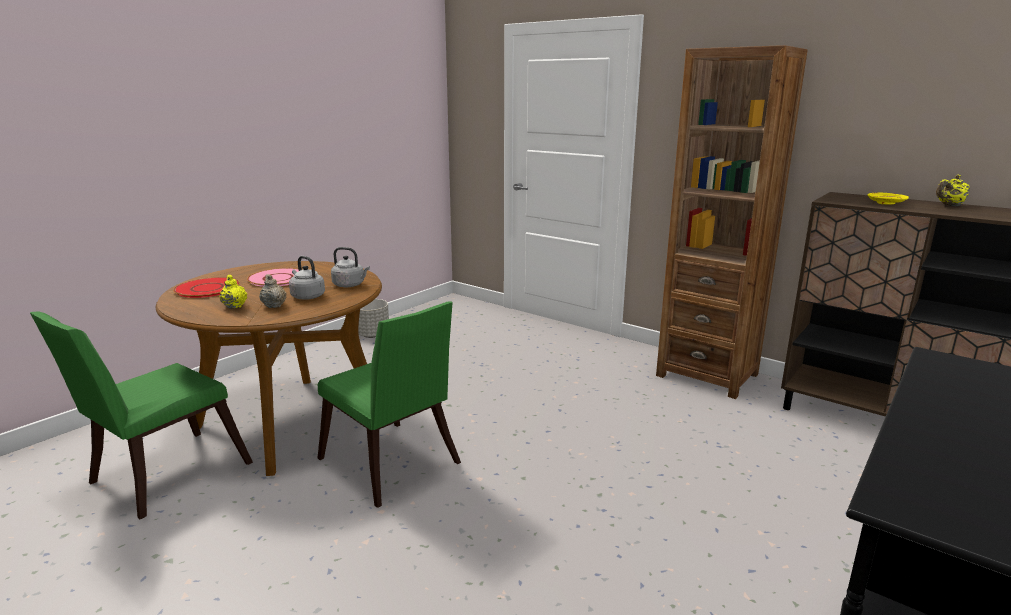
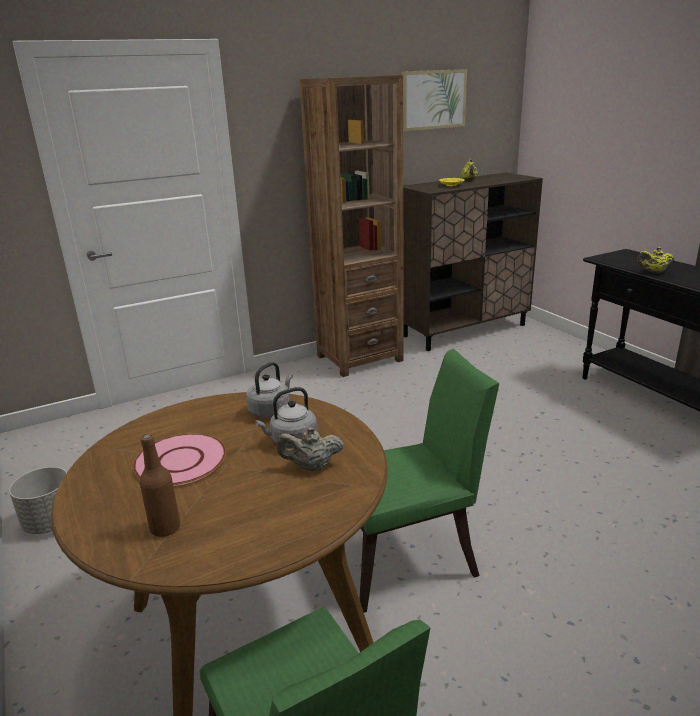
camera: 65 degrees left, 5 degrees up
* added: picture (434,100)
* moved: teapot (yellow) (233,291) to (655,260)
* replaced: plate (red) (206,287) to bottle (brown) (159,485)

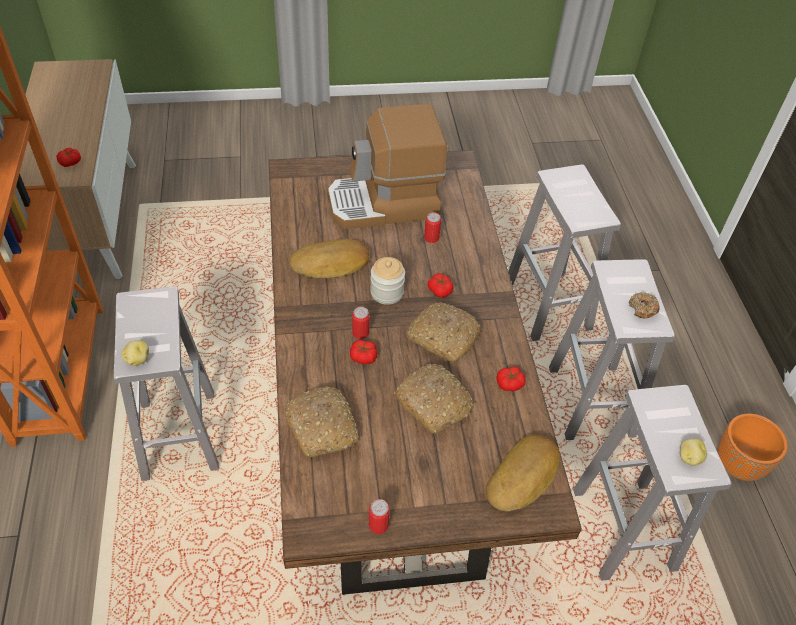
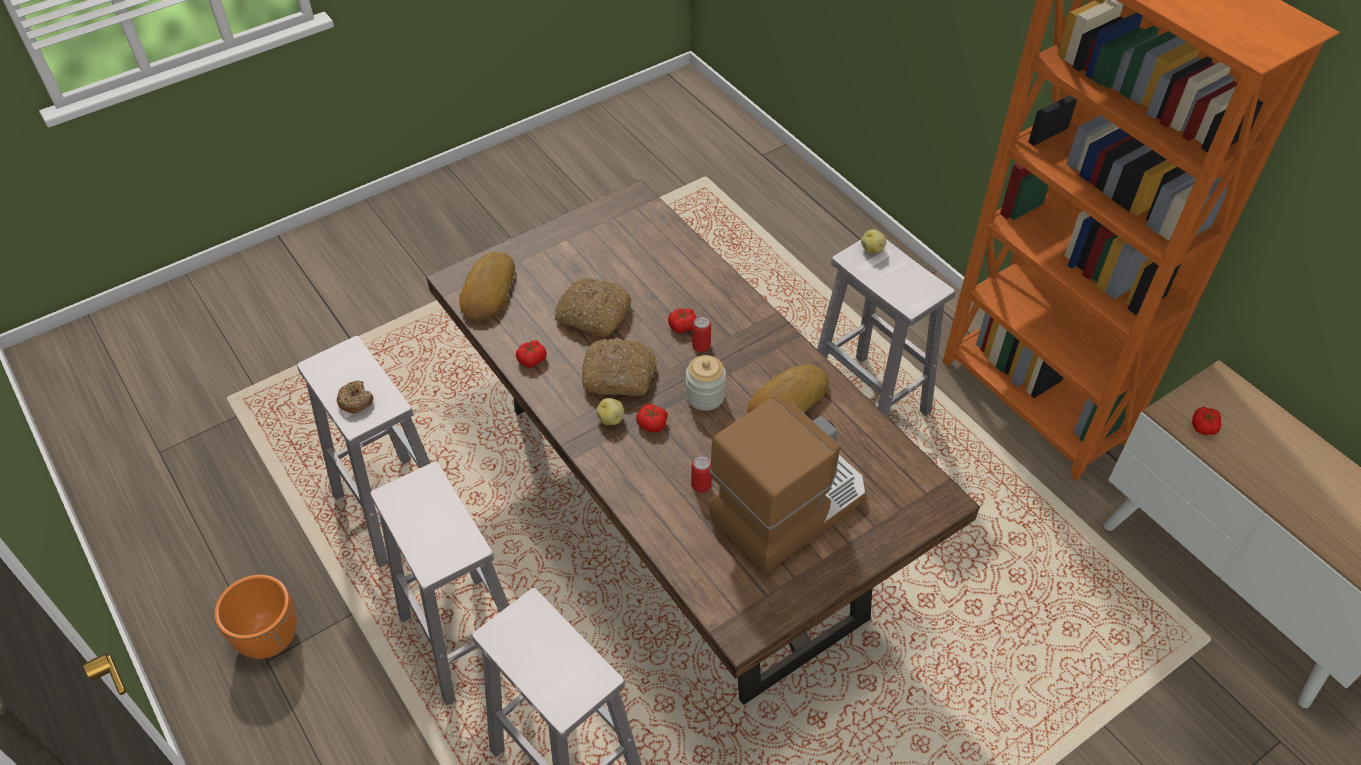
camera: 155 degrees right, 0 degrees up
* removed: bread (322,421)
* removed: can (379,516)
* moved: donut (644,305) to (355,396)
* moved: potato (693,452) to (610,412)

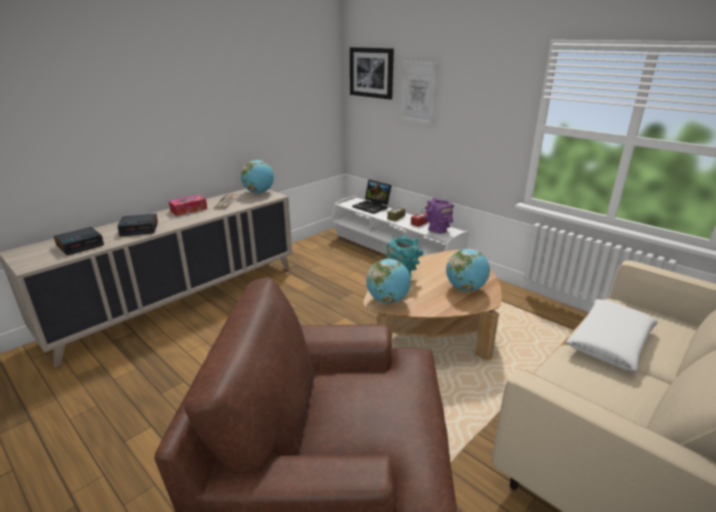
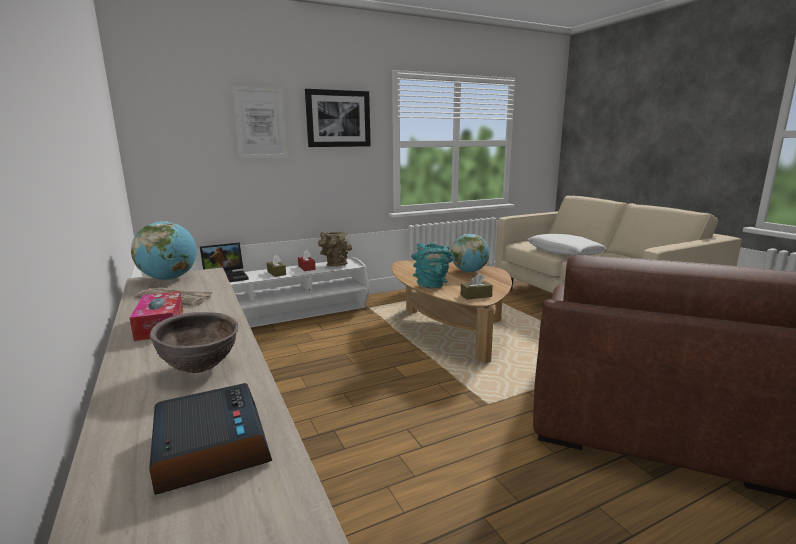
camera: 70 degrees left, 10 degrees down
* moved: picture (372,73) to (338,118)
* replaced: alarm clock (138,224) to bowl (brown) (194,342)
* replaced: globe (388,281) to tissue box (brown) (477,286)
* recoloured: vase (purple) (439,216) to vase (brown) (335,249)

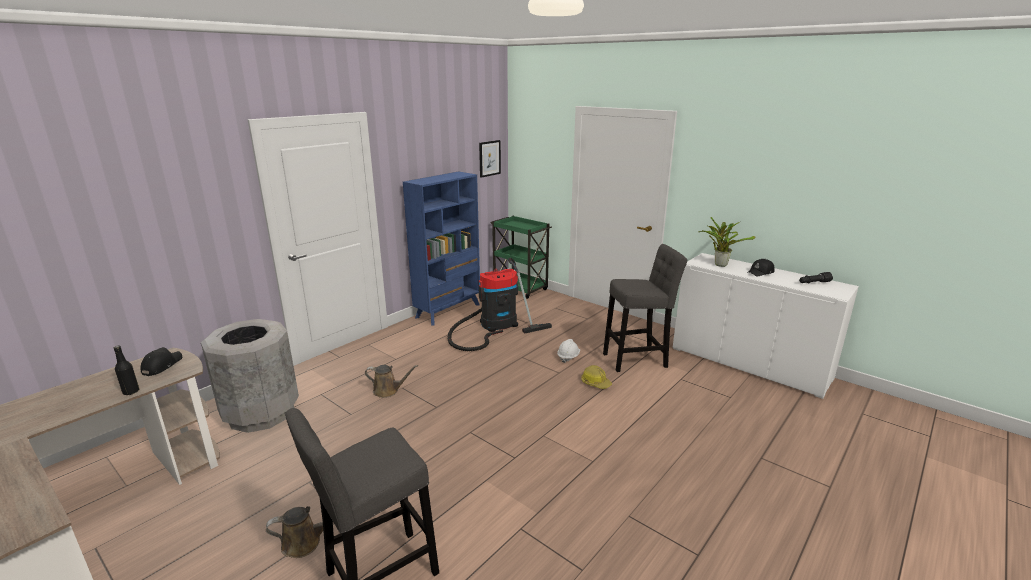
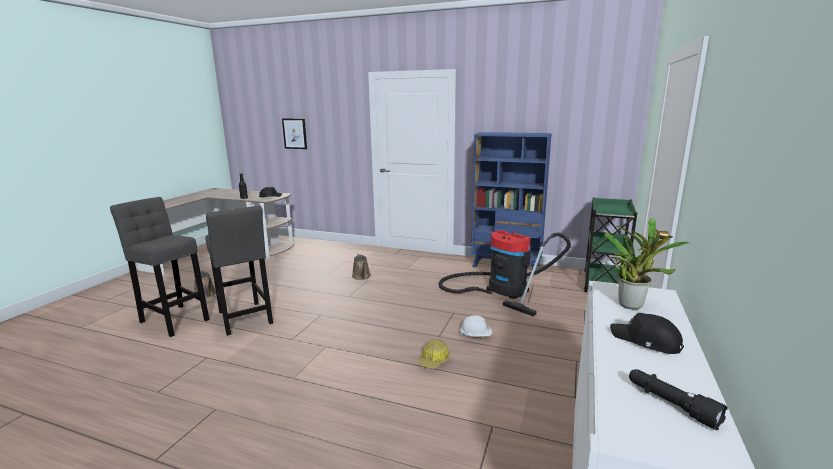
camera: 70 degrees right, 5 degrees down
* removed: trash can (grey) (250,376)
* moved: picture (490,159) to (294,134)
* moved: stool (grey) (645,308) to (239,270)

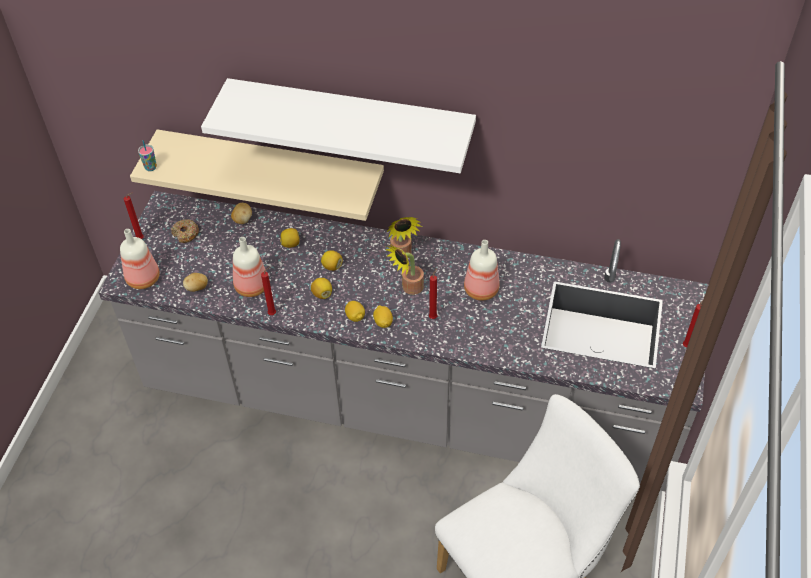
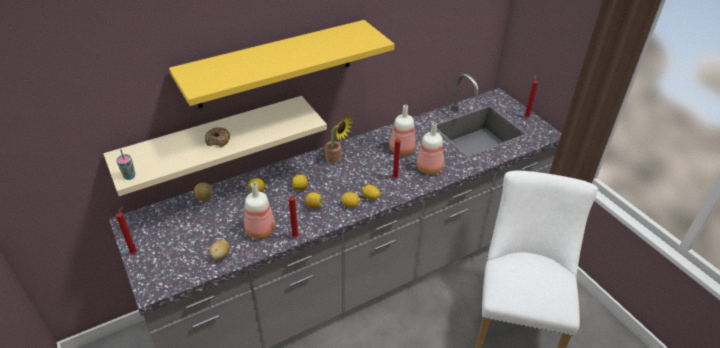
camera: 45 degrees left, 10 degrees down
* removed: potted plant (405,269)
* moved: bottle (140,259) to (430,148)
* moved: donut (185,231) to (217,137)
* recoloured: shelf (white) (338,125) to shelf (yellow) (282,64)

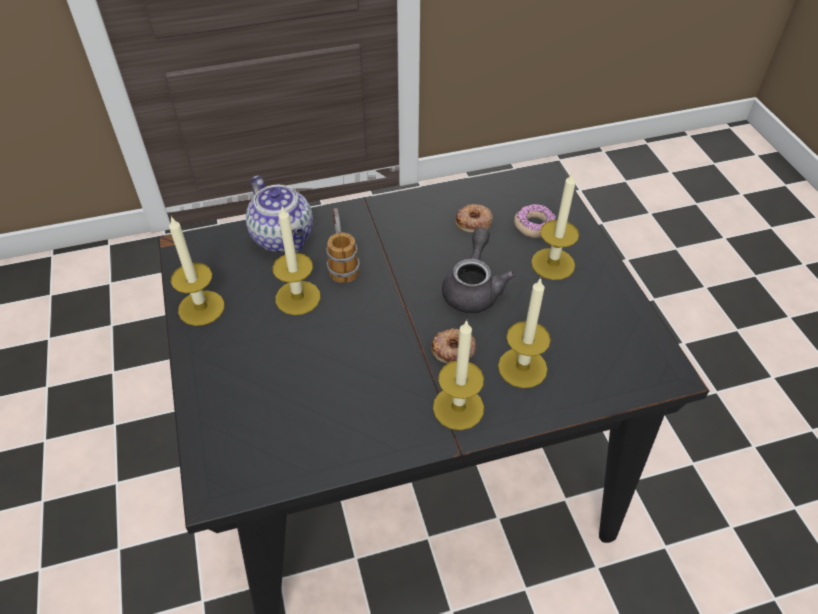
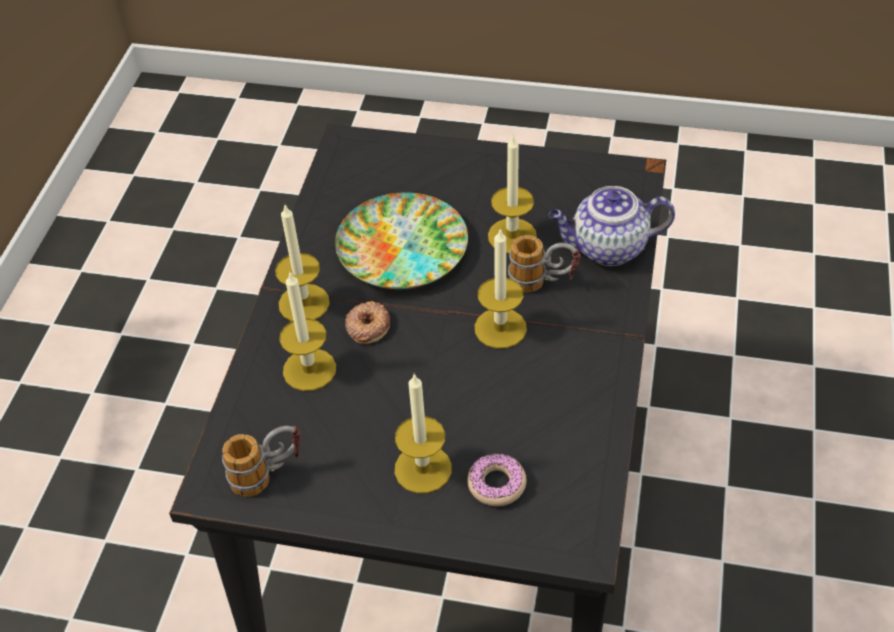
camera: 120 degrees right, 0 degrees up
* removed: teapot (grey) (478,270)
* removed: donut (474,218)
* added: mug (262,461)
* added: plate (401,240)
* moved: candle (197,271) to (501,288)

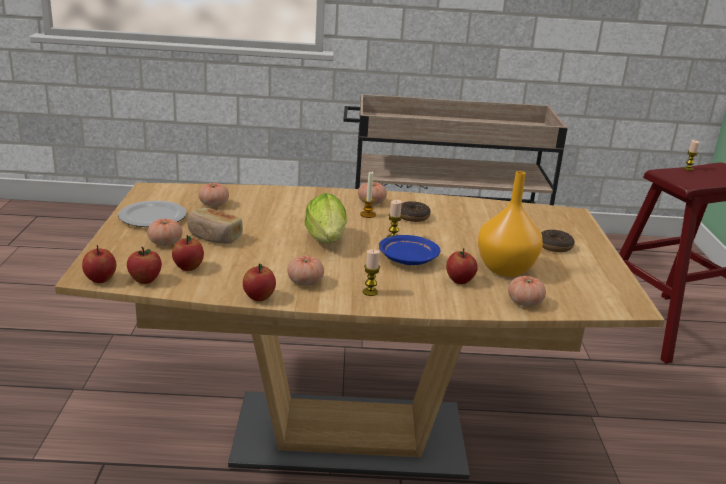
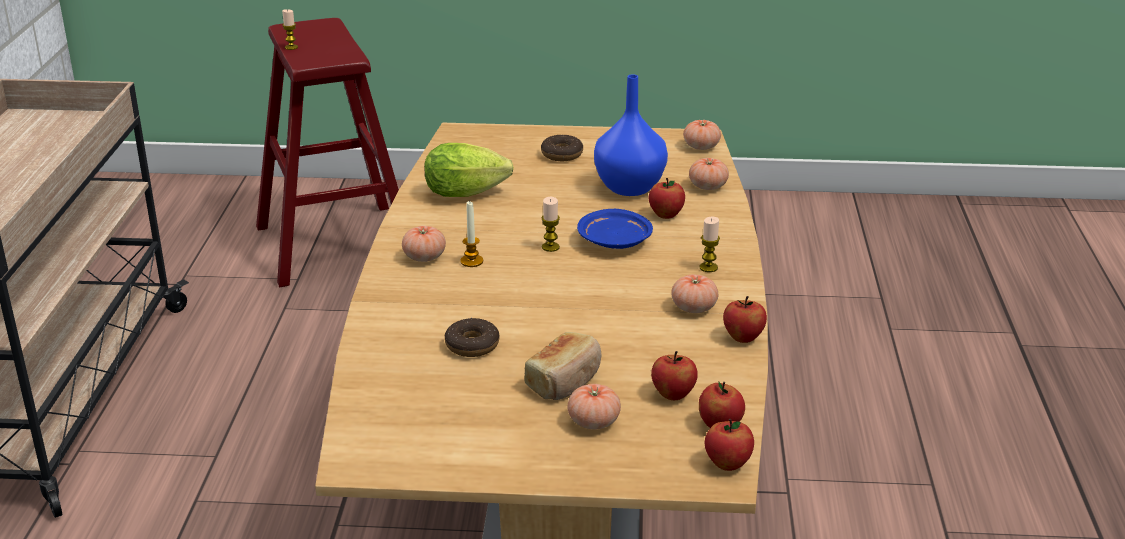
camera: 85 degrees left, 5 degrees up
* removed: plate (152,214)
* moved: tomato (213,195) to (702,135)
* moved: lettuce (326,218) to (469,170)
* moved: donut (416,211) to (472,337)
* recoloured: vase (orange) (510,224) to vase (blue) (631,135)

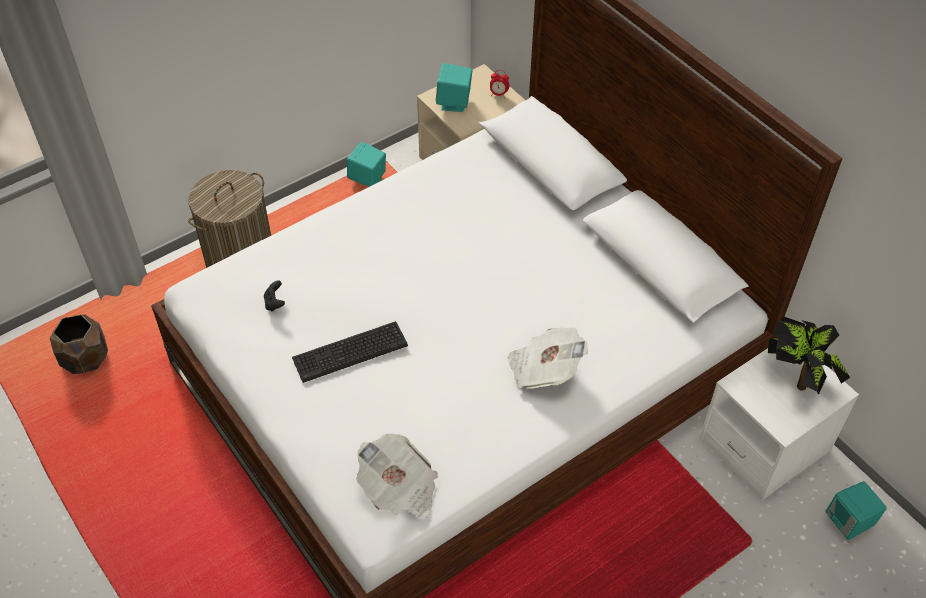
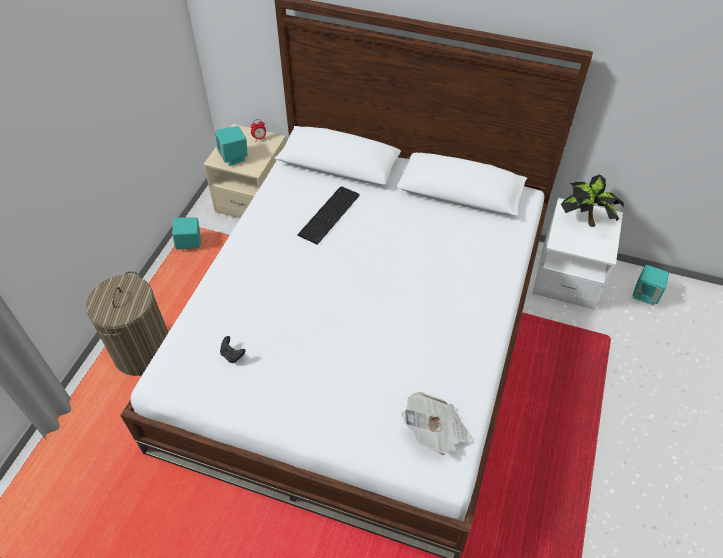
camera: 35 degrees left, 0 degrees up
* removed: planter (brown) (79,344)
* removed: newspaper (547,358)
* moved: keyboard (350,352) to (328,215)

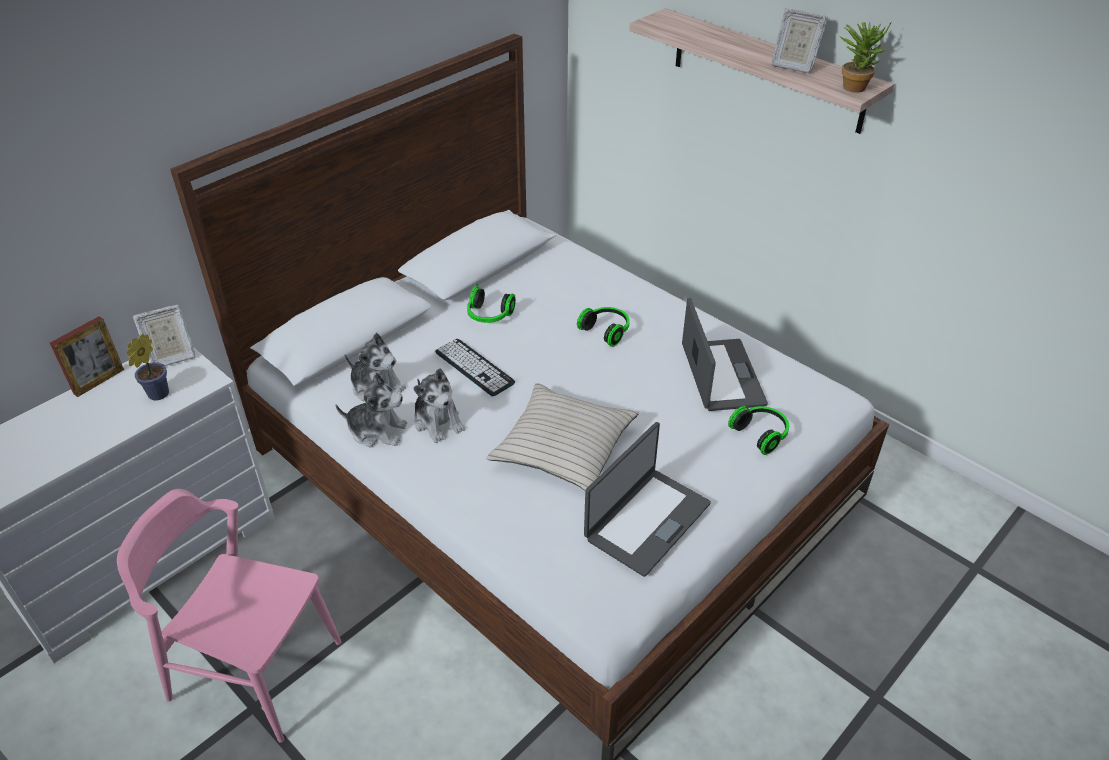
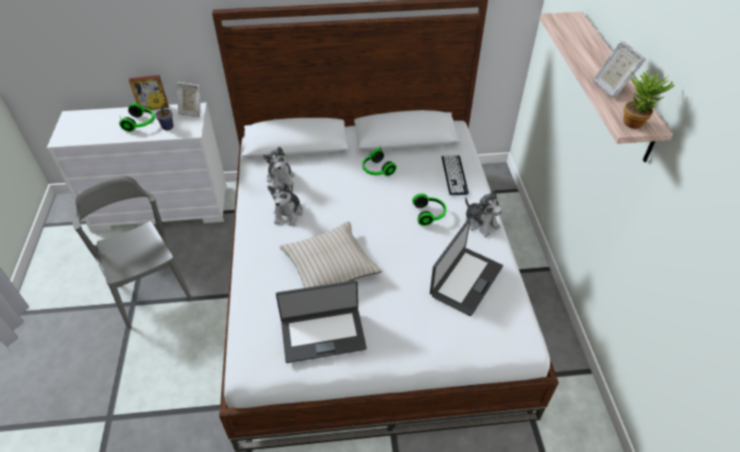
camera: 40 degrees right, 5 degrees up
* moved: plush toy (371,410) to (483,213)
* moved: keyboard (475,367) to (455,175)
* moved: headphones (758,430) to (137,117)
* recoloured: chair (pink) (229,616) to chair (grey) (132,251)

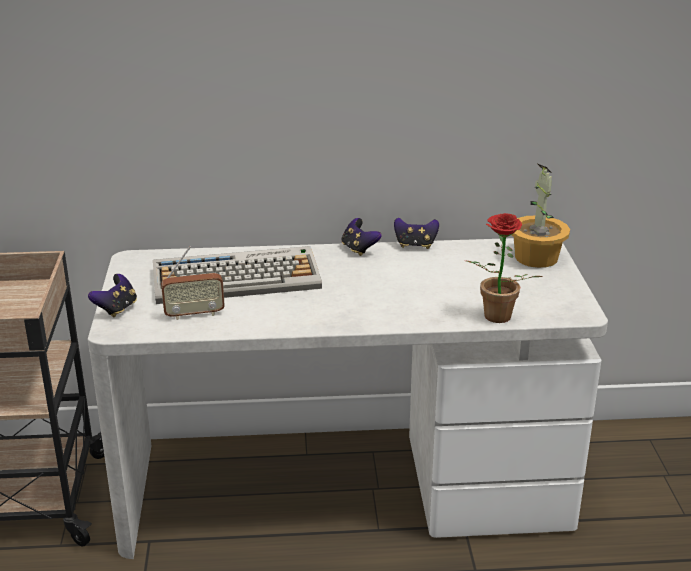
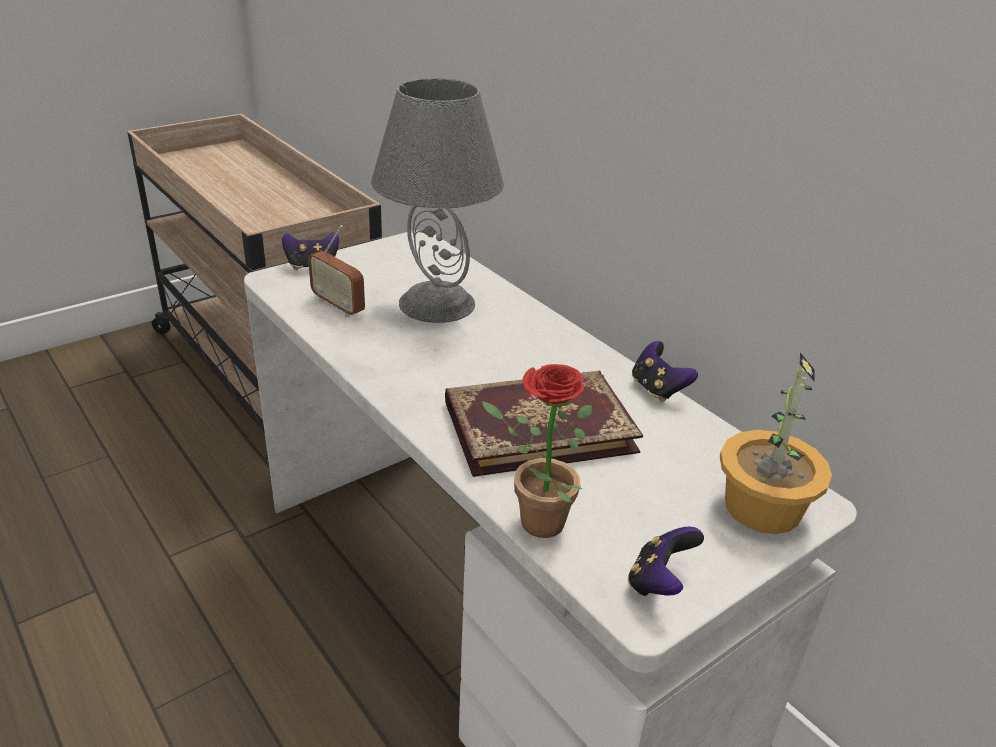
camera: 55 degrees right, 5 degrees up
* added: book (544,424)
* moved: game controller (361,237) to (666,561)
* replaced: keyboard (237,275) to table lamp (grey) (437,200)

